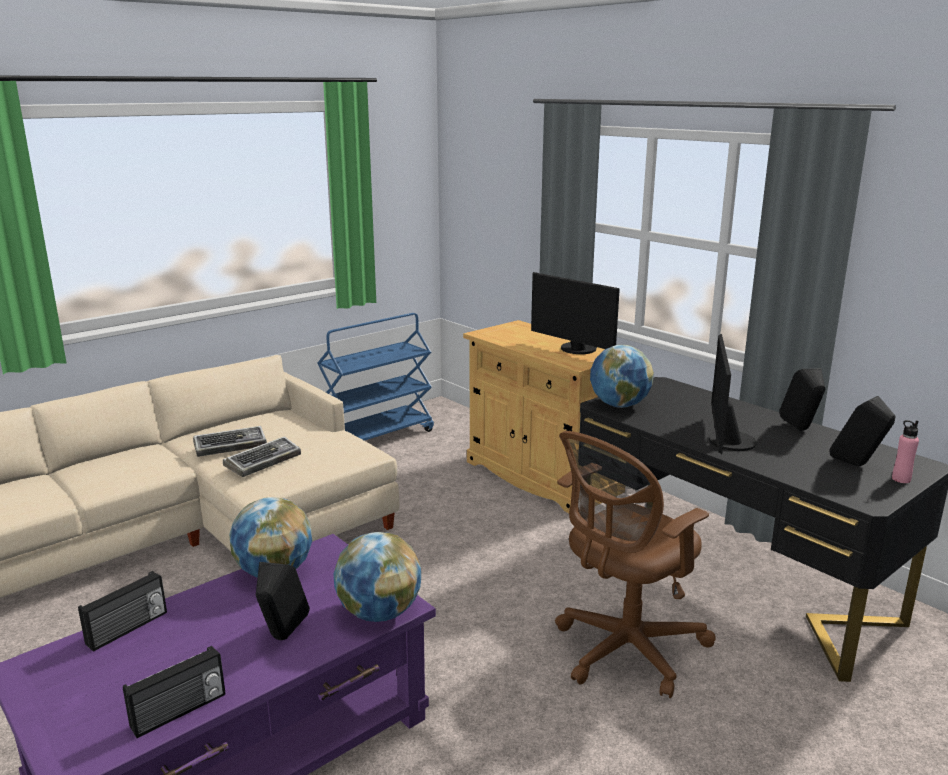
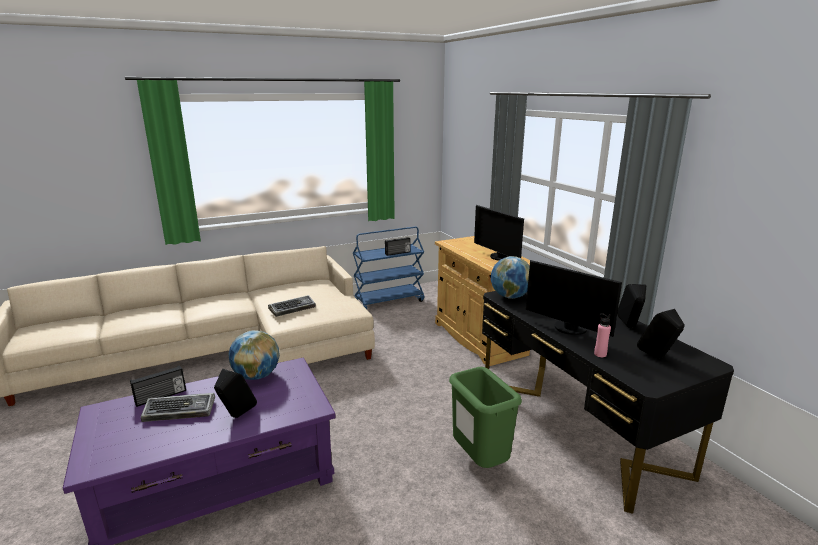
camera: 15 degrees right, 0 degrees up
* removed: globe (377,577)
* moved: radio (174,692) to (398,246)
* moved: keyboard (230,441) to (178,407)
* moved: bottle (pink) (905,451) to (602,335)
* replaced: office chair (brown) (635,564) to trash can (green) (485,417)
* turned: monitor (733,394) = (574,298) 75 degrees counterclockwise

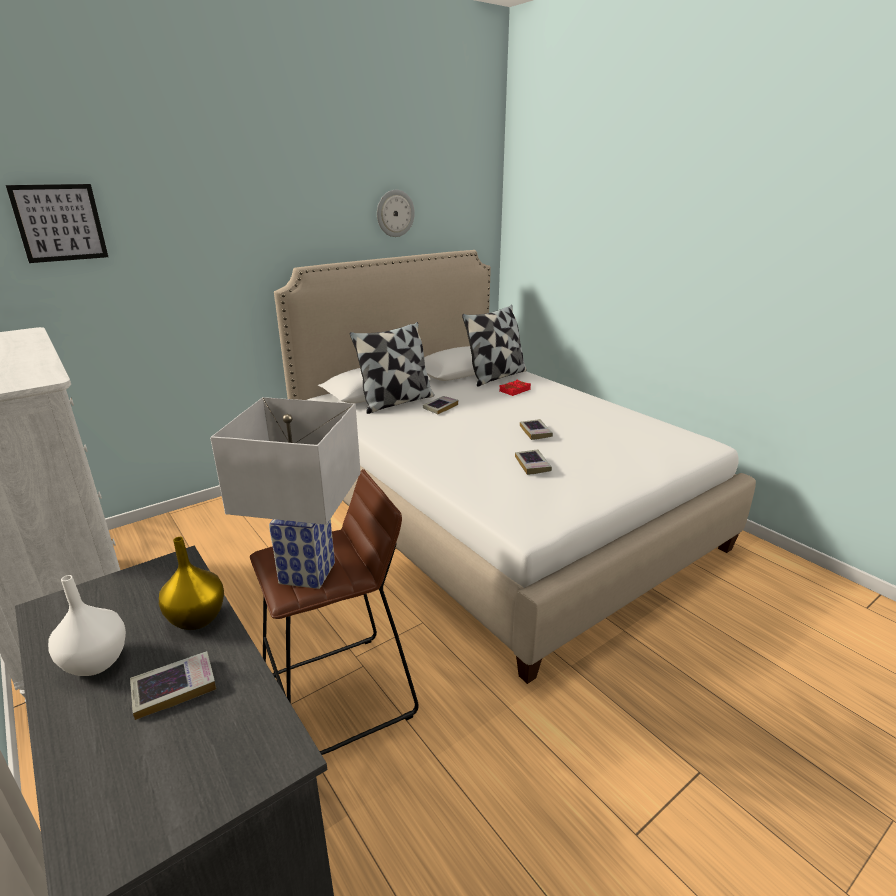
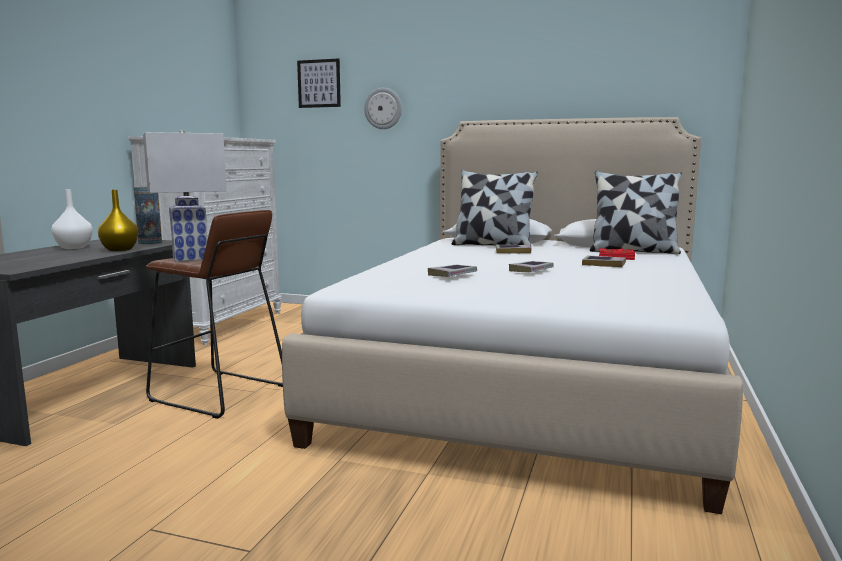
camera: 55 degrees right, 15 degrees down
* added: vase (148,215)
* moved: book (173,685) to (604,261)
* moved: wall clock (396,213) to (383,108)

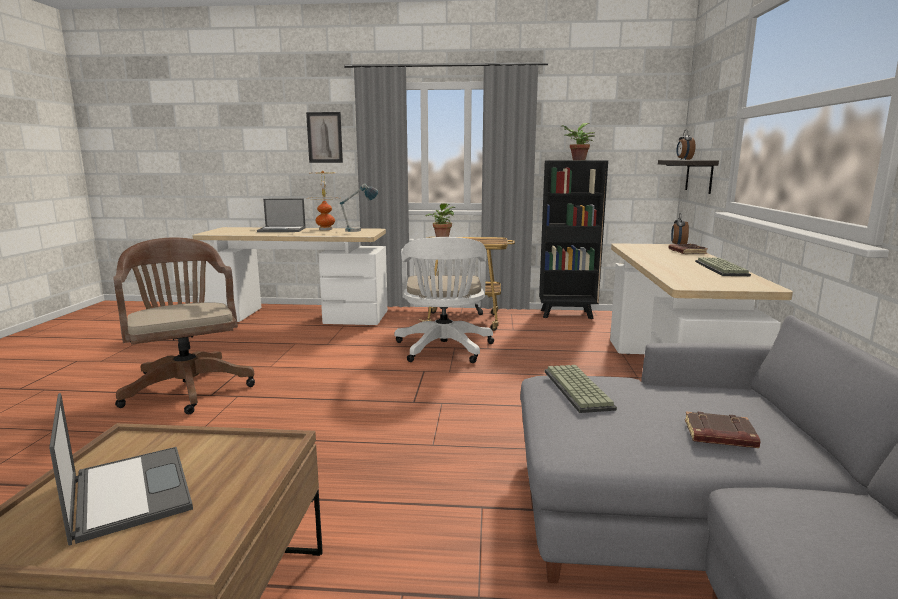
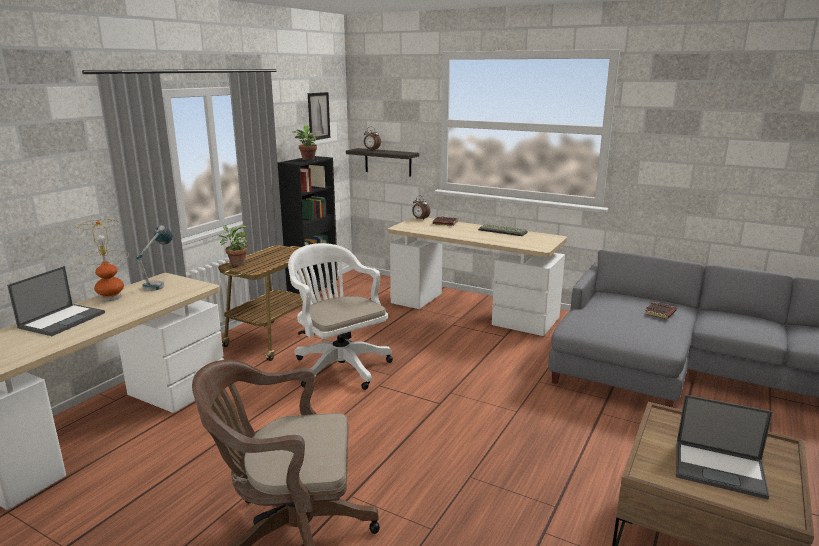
camera: 65 degrees left, 5 degrees up
* removed: keyboard (581,389)
* moved: picture (324,137) to (319,116)
* turned: laptop (121,469) = (724,447) 150 degrees counterclockwise
* turned: office chair (white) (444,300) = (340,316) 150 degrees counterclockwise

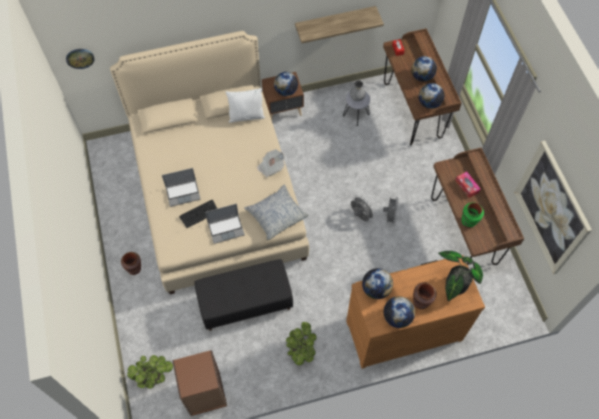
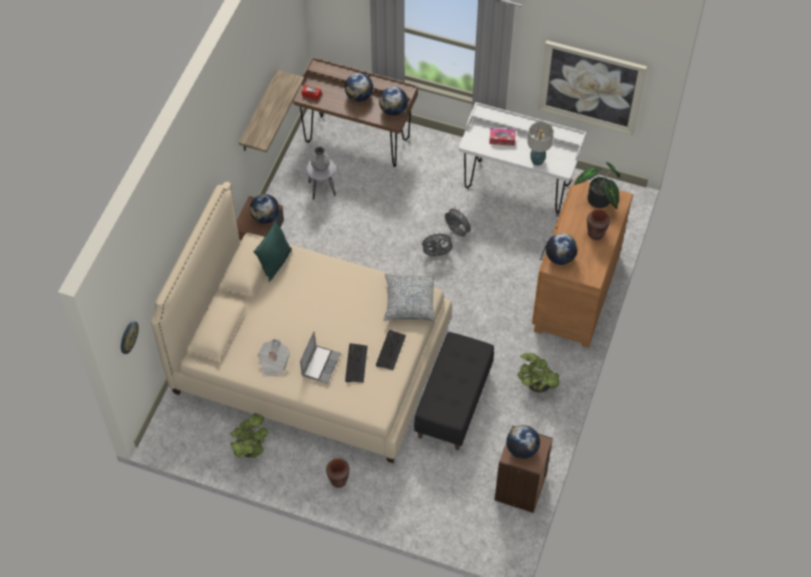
camera: 55 degrees left, 5 degrees down
* moved: potted plant (150,372) to (249,435)
* moved: newspaper (271,163) to (274,358)
* moved: globe (399,312) to (523,442)
* replaced: laptop (225,224) to keyboard (391,350)
* replaced: vase (green) (473,215) to table lamp (540,144)
* recoloured: pillow (white) (245,105) to pillow (green) (272,251)
* recoloured: desk (brown) (477,206) to desk (white) (522,158)

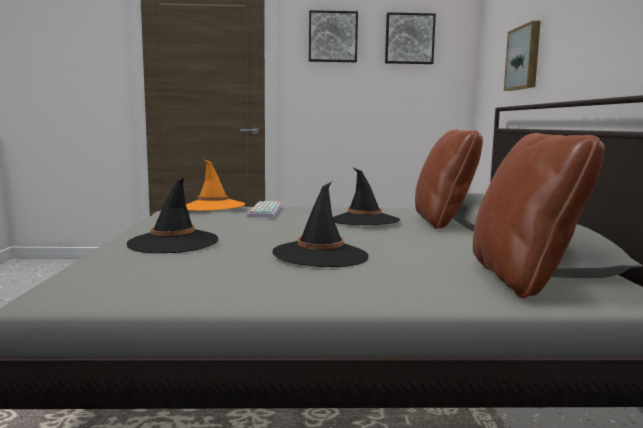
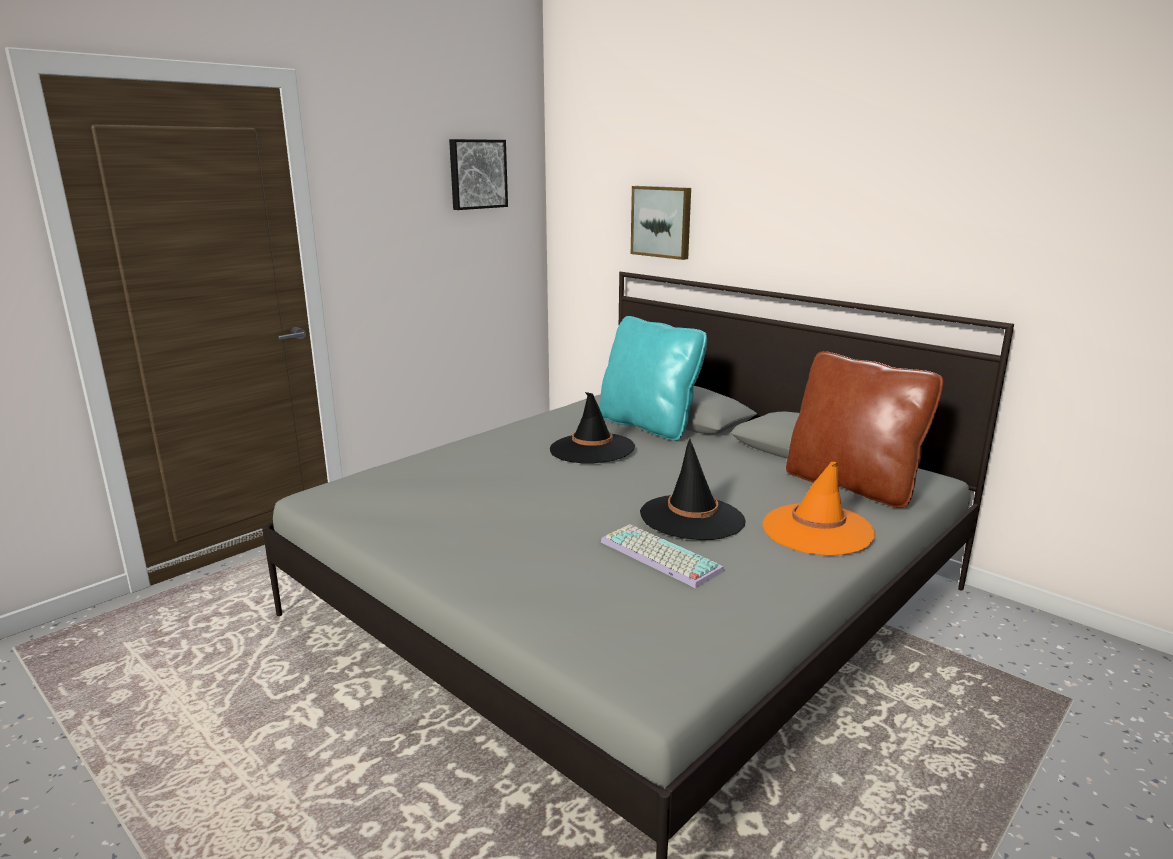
camera: 45 degrees left, 10 degrees up
* removed: hat (black) (172,215)
* removed: picture (333,36)
* moved: hat (orange) (215,185) to (819,509)
* moved: keyboard (264,209) to (662,556)
* recoloured: pillow (brown) (449,179) to pillow (turquoise) (653,378)

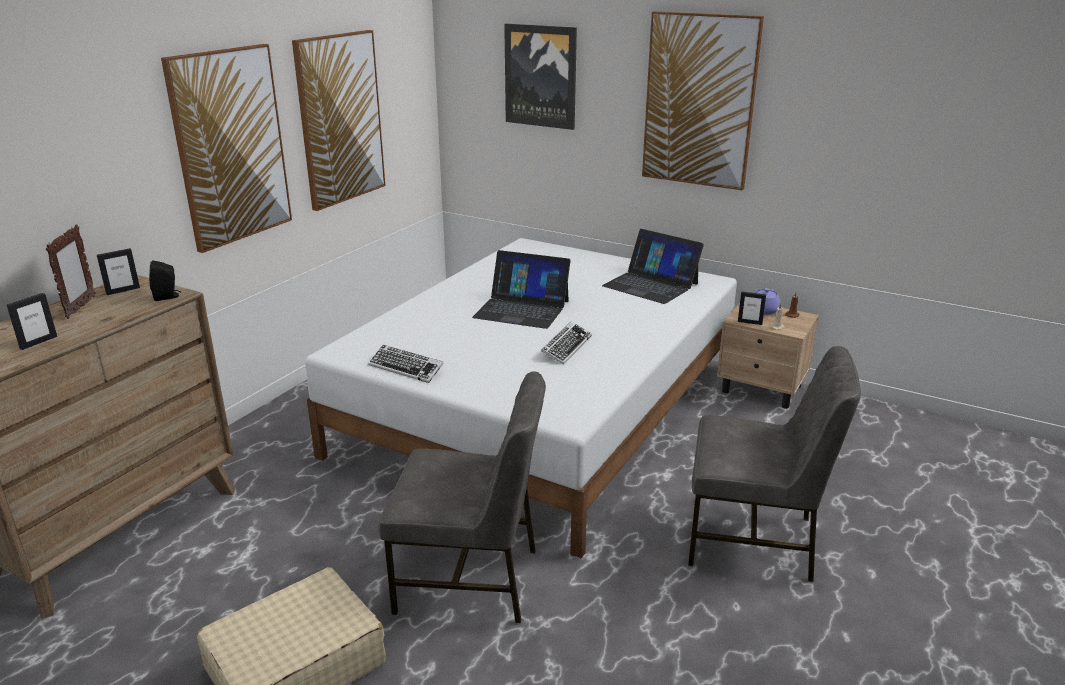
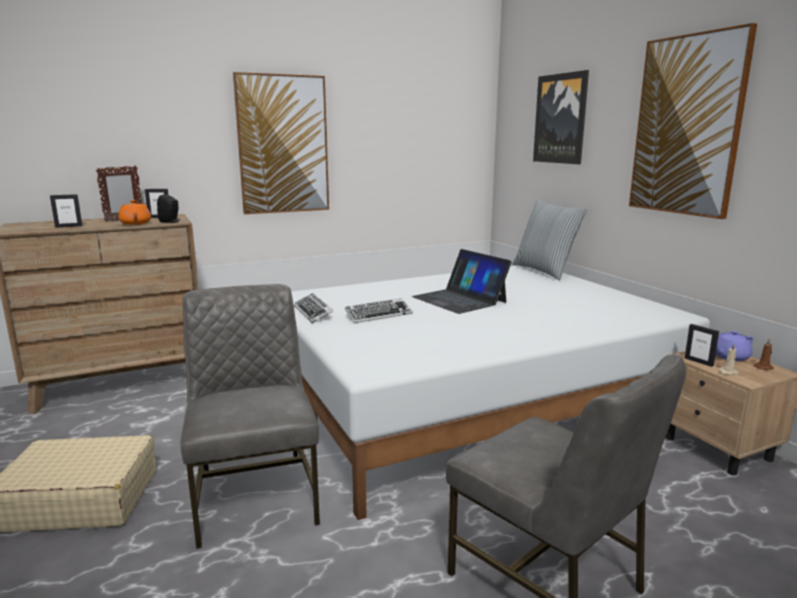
camera: 35 degrees right, 10 degrees down
* removed: picture (339,120)
* removed: laptop (653,266)
* added: teapot (orange) (134,212)
* added: pillow (550,240)
* moved: keyboard (566,343) to (379,310)
* turned: chair (grey) (462,497) = (250,416) 150 degrees counterclockwise

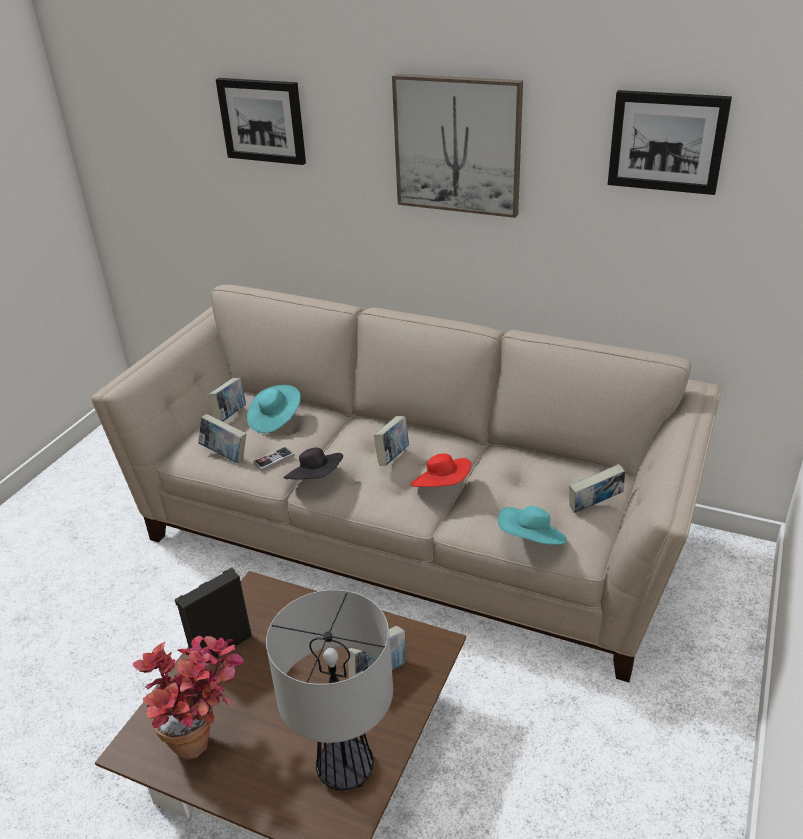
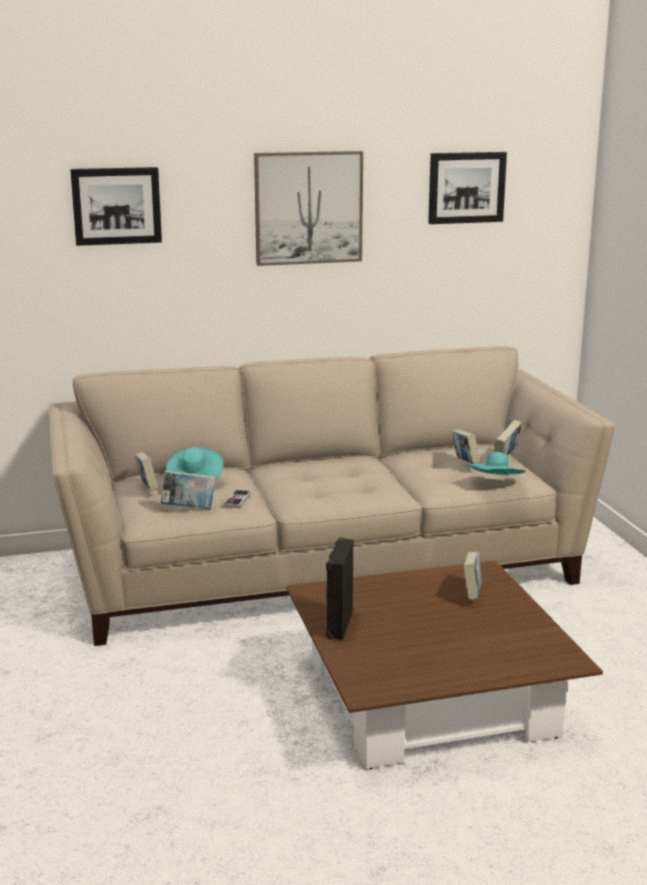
camera: 40 degrees left, 15 degrees down
* removed: potted plant (188,698)
* removed: table lamp (329,690)
* removed: hat (black) (313,464)
* removed: hat (red) (441,470)
* moved: book (391,441) to (466,446)

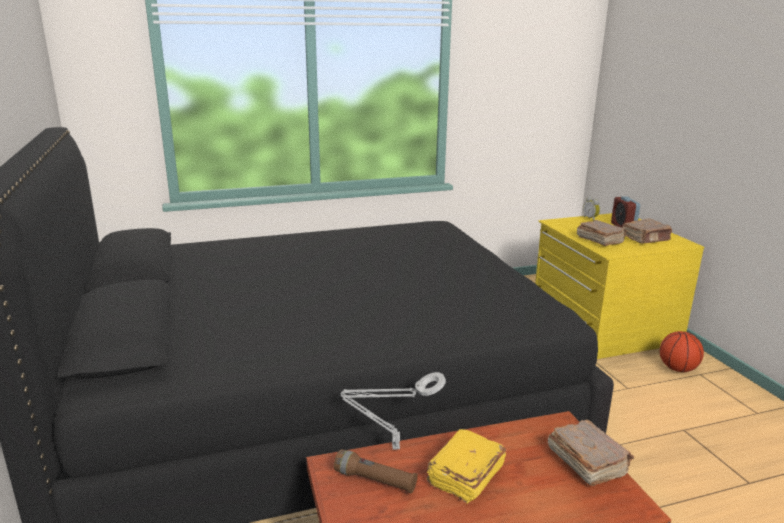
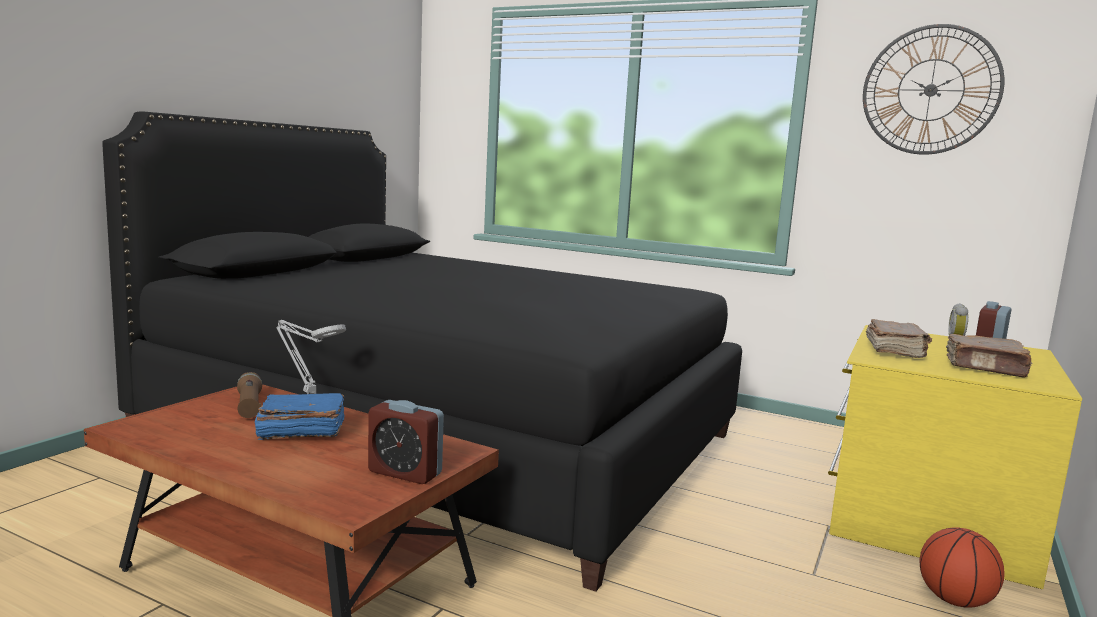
camera: 45 degrees right, 10 degrees down
* added: wall clock (933,89)
* replaced: book (brown) (591,452) to alarm clock (406,442)
* recoloured: book (yellow) (466,466) to book (blue) (300,416)

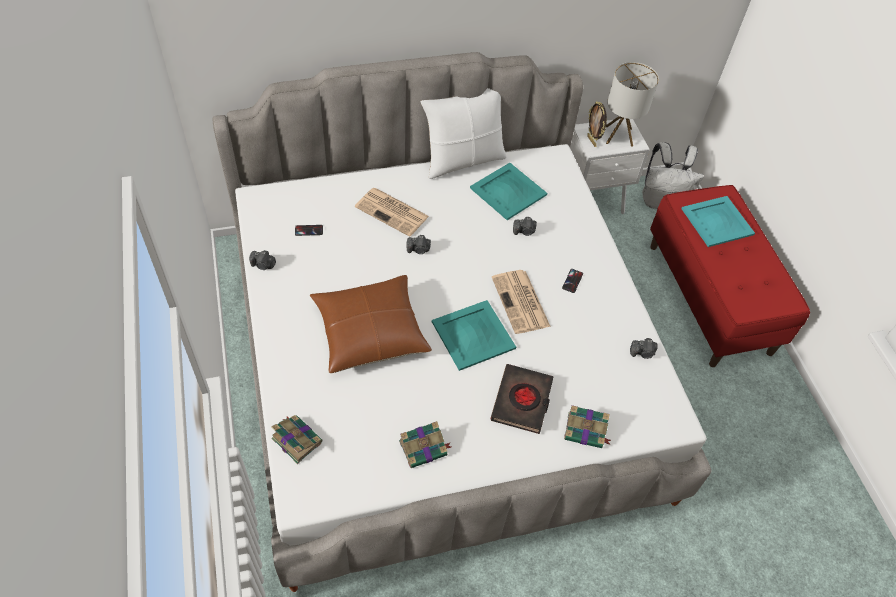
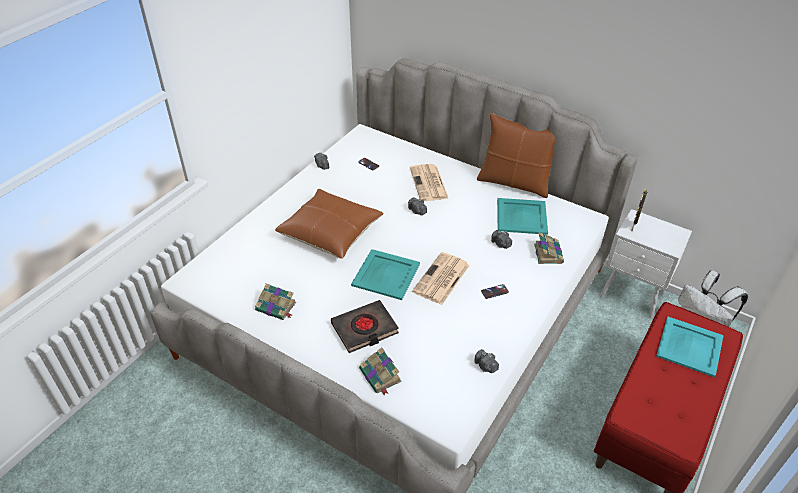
camera: 50 degrees right, 10 degrees down
* removed: table lamp (632,104)
* moved: book (296,439) to (549,248)
* recoloured: pillow (white) (463,133) to pillow (brown) (516,155)

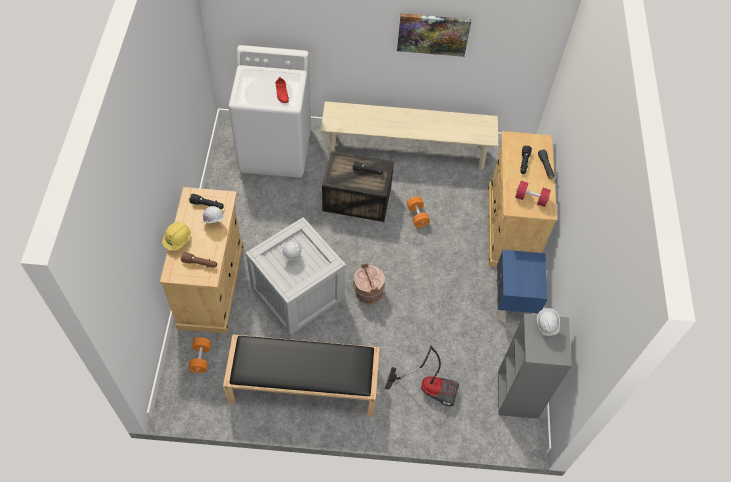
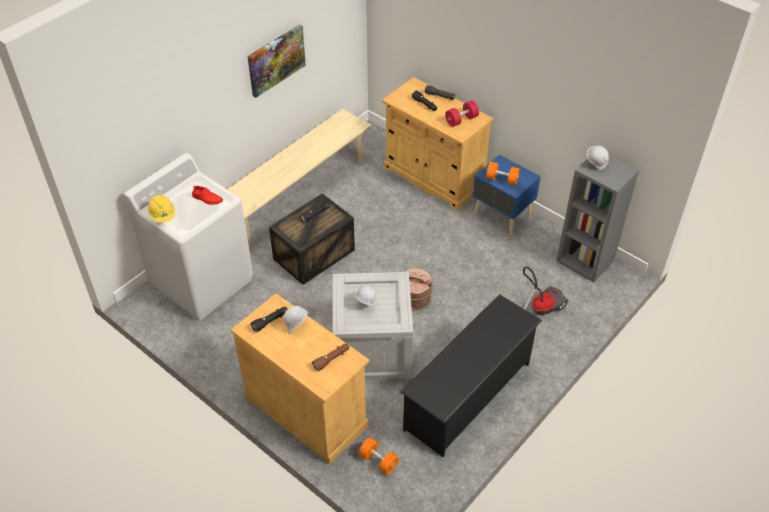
camera: 50 degrees left, 10 degrees down
* moved: hard hat (yellow) (176,236) to (161,208)
* moved: dumbbell (orange) (418,211) to (503,173)
* replaced: bench (black) (301,375) to shoe rack (black) (471,375)

